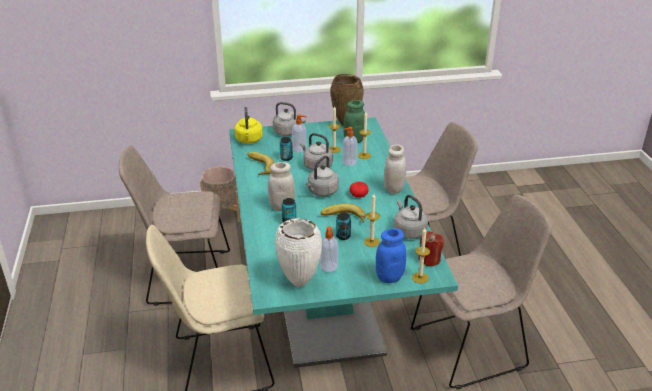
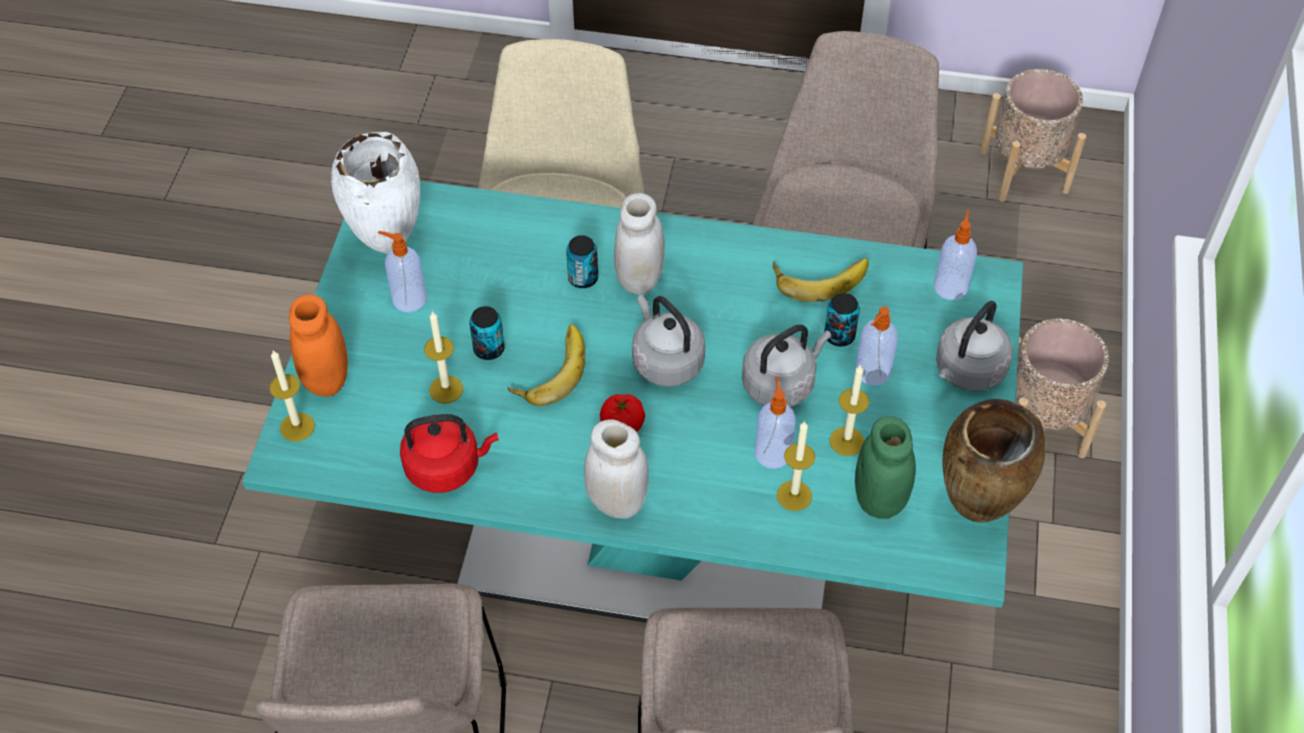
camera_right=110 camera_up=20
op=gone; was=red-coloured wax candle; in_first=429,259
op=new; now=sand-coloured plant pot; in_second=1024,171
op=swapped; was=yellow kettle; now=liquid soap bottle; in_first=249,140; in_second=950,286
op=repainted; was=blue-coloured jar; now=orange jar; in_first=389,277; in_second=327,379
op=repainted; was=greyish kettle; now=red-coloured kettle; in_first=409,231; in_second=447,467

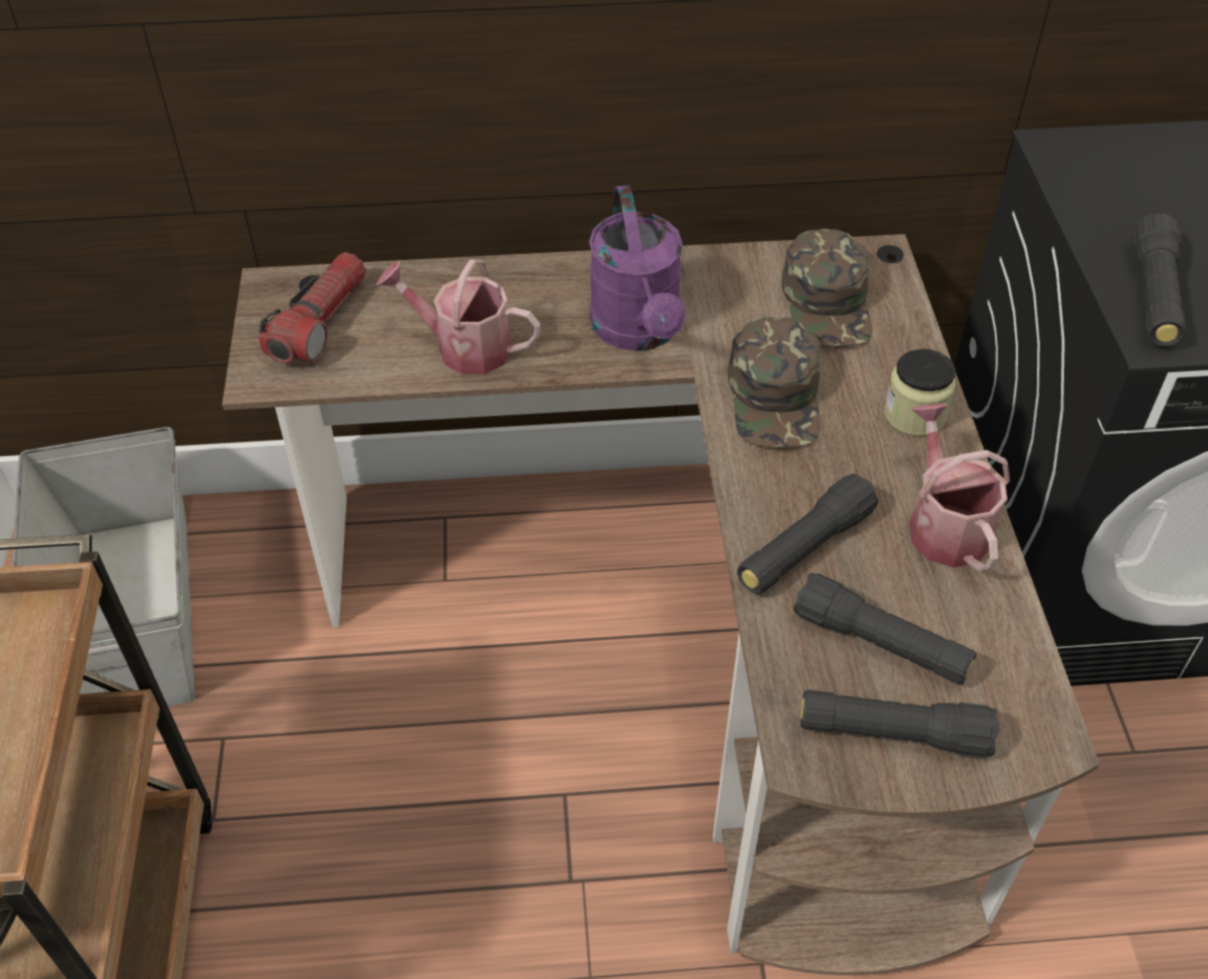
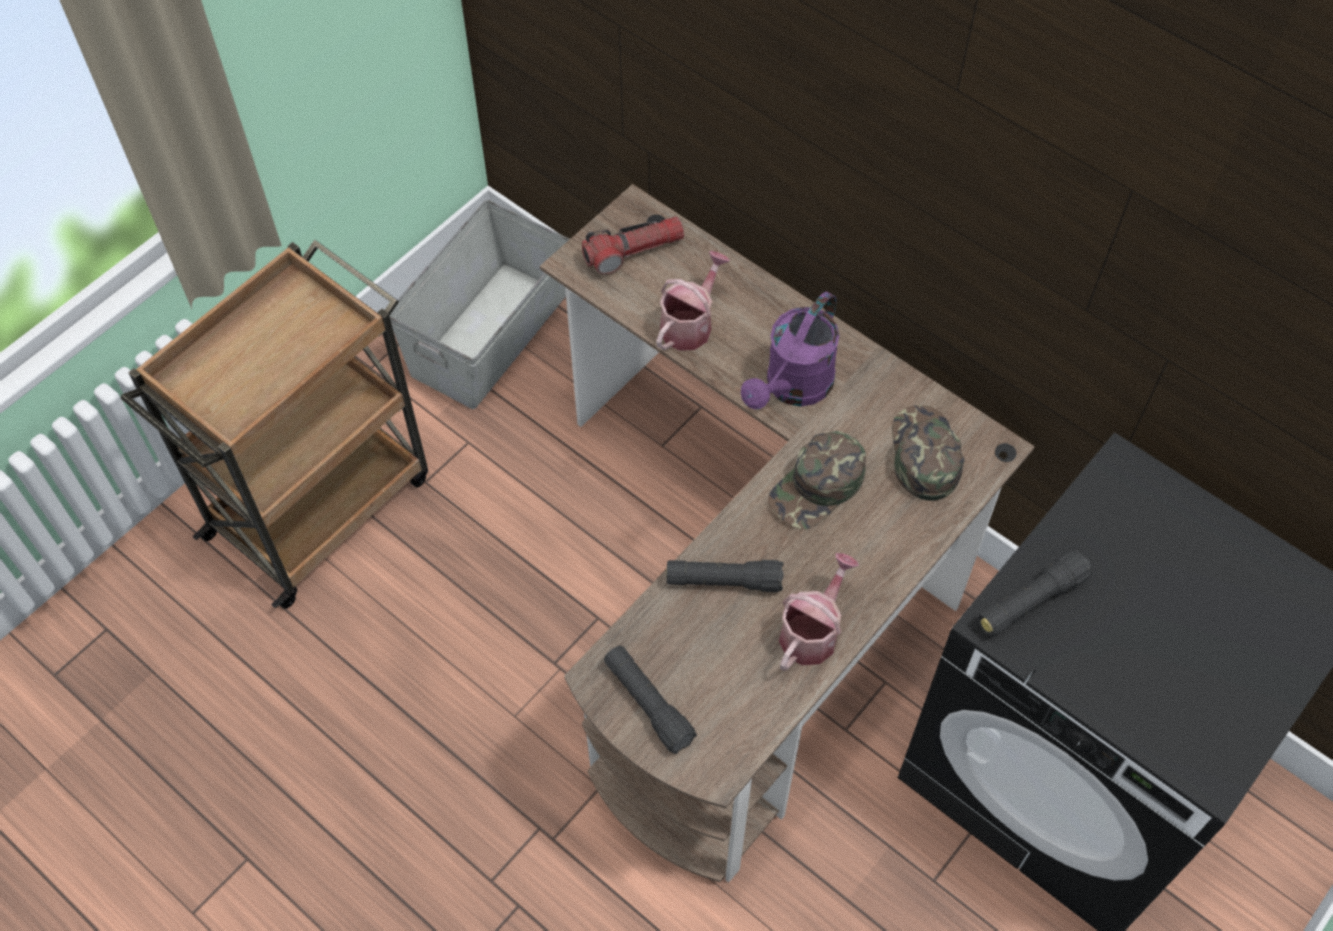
camera_right=45 camera_up=10
op=gone; was=black-coloured torch; in_first=880,644
op=gone; was=jar; in_first=914,415
op=rotated; was=watering can; in_first=464,347; in_second=690,324; clockwise=60
op=rotated; was=green baseball cap; in_first=828,303; in_second=923,454; clockwise=135

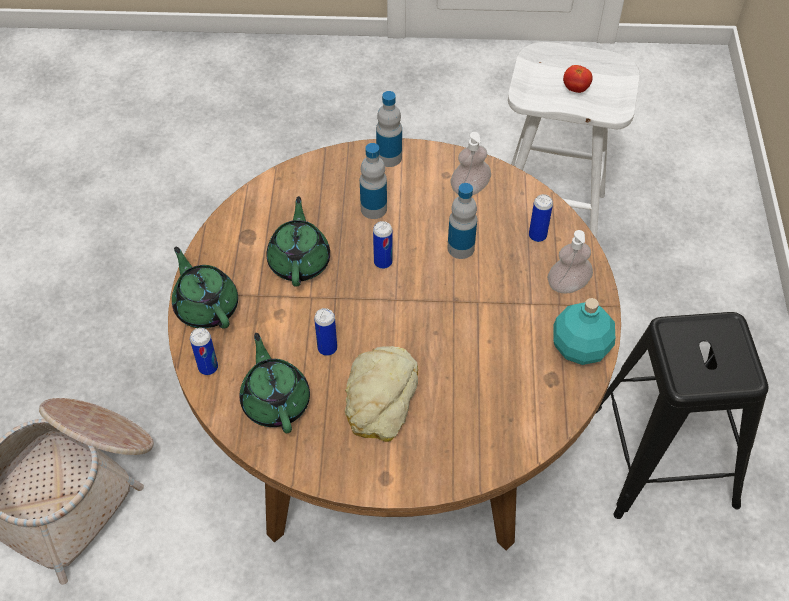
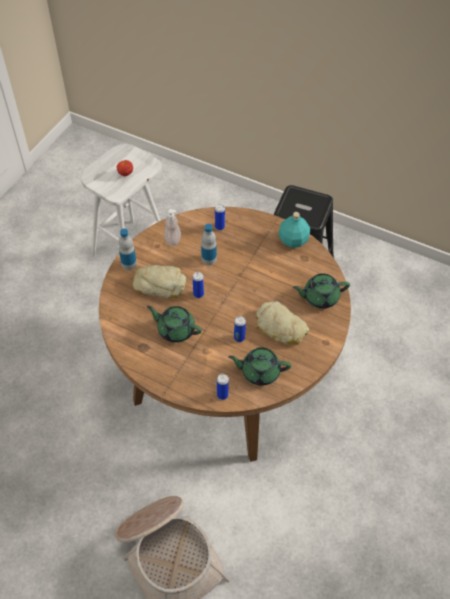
camera_right=-65 camera_up=0
op=gone; was=liquid soap bottle; in_first=567,285
op=shifted; was=green tea pot; in_first=206,306; in_second=320,297
op=swapped; was=beverage bottle; now=baked bread; in_first=373,209; in_second=160,284

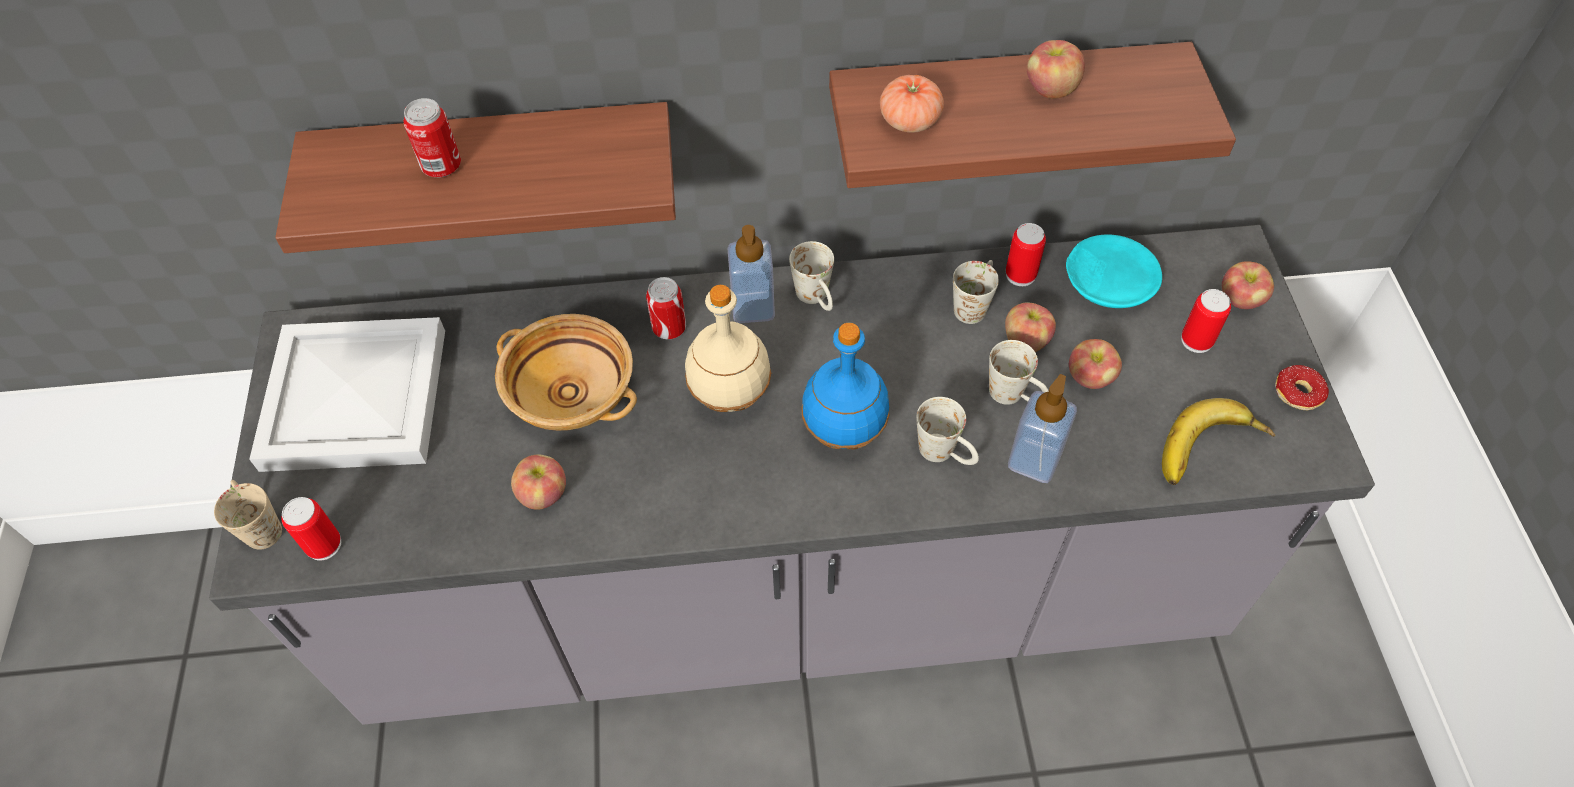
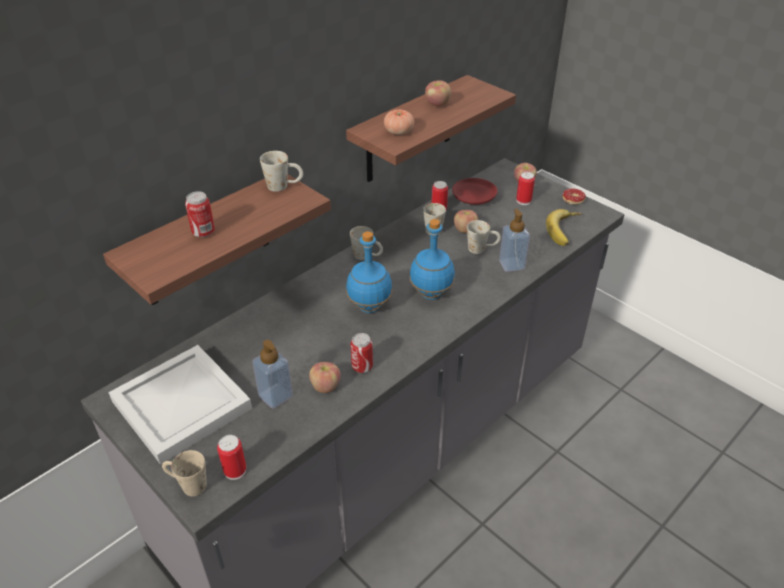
camera_right=-40 camera_up=-15
op=gone; was=sand-coloured bowl; in_first=572,392
op=gone; was=whole apple; in_first=1090,378
op=shifted; was=sealed can; in_first=669,328; in_second=362,367
op=shifted; was=liquid soap bottle; in_first=753,307; in_second=275,396
op=shifted; was=white-coloured tea mug; in_first=946,454; in_second=284,186
op=repainted; was=sand-coloured beverage bottle; now=blue-coloured beverage bottle; in_first=729,395; in_second=369,306
op=repainted; was=turquoise flat dish; now=red-coloured flat dish; in_first=1109,281; in_second=473,197

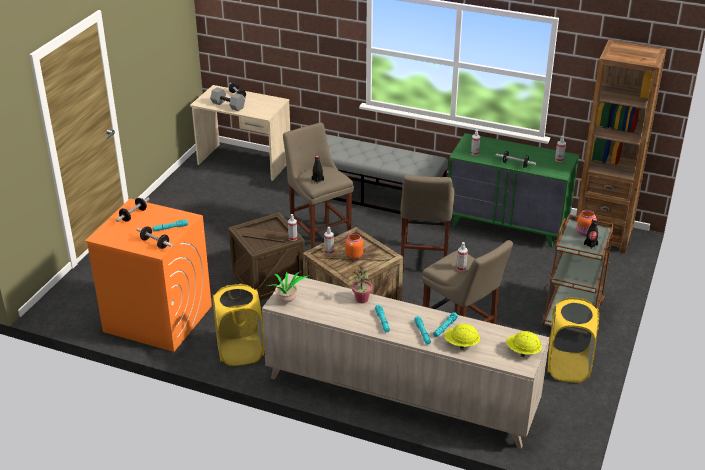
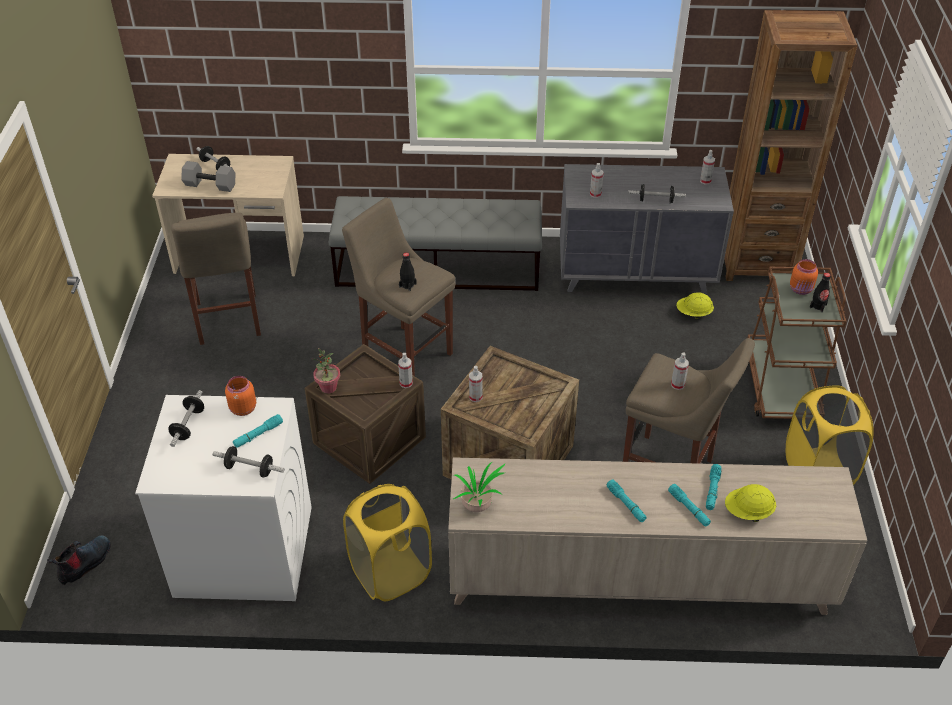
camera_right=-20 camera_up=10
op=new; now=boot; in_second=85,564
op=shifted; was=orange jar; in_first=353,256; in_second=242,409
op=shifted; was=plant in a pot; in_first=362,299; in_second=328,388
op=shifted; was=sand-coloured sitting stool; in_first=423,262; in_second=228,322
op=shifted; was=yellow work helmet; in_first=523,351; in_second=693,313
op=repainted; was=orange laundry machine; now=white-coloured laundry machine; in_first=157,319; in_second=243,551
op=repainted; was=green dresser; now=greyish dresser; in_first=507,225; in_second=636,274

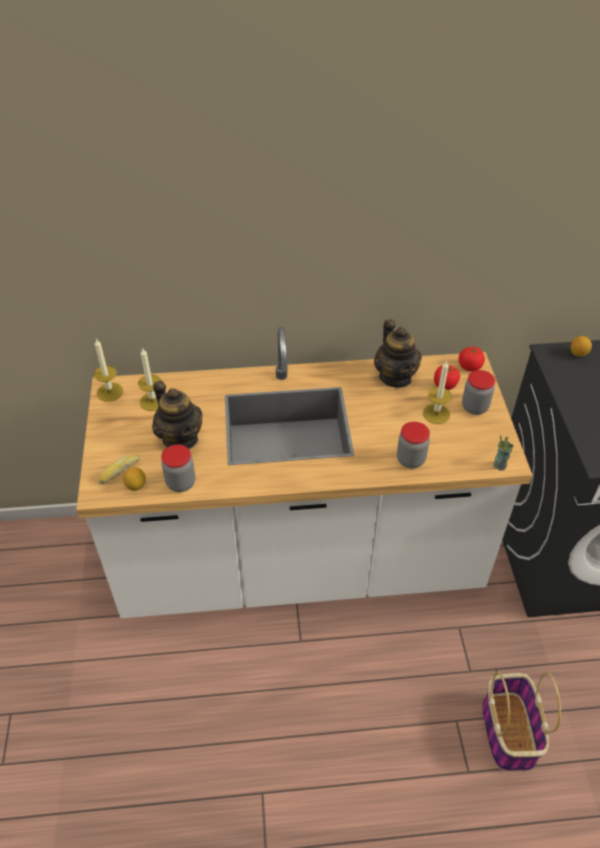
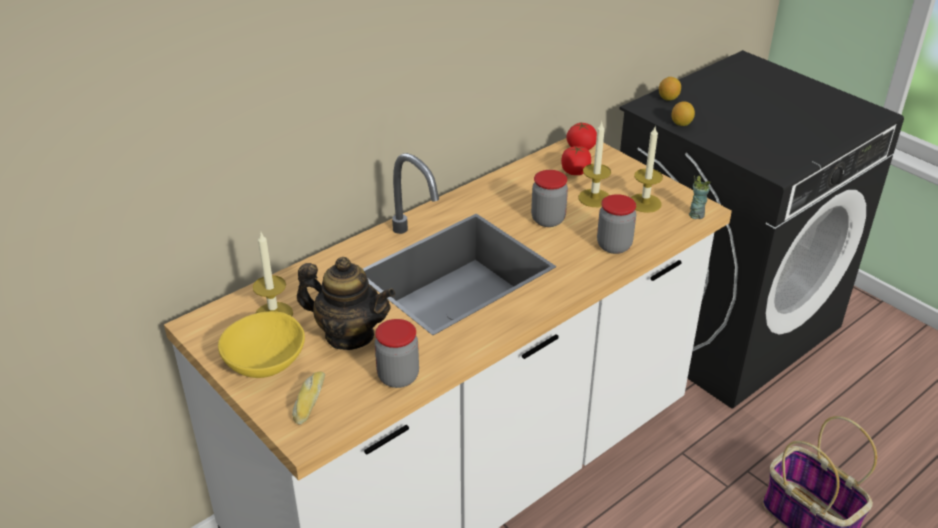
camera_right=-35 camera_up=-10
op=gone; was=tea pot; in_first=395,377
op=new; now=yellow bowl; in_second=264,362
op=shifted; was=wax candle; in_first=110,392; in_second=645,203
op=shifted; was=whole lemon; in_first=136,486; in_second=681,124
op=shifted; was=jar; in_first=474,407; in_second=548,219

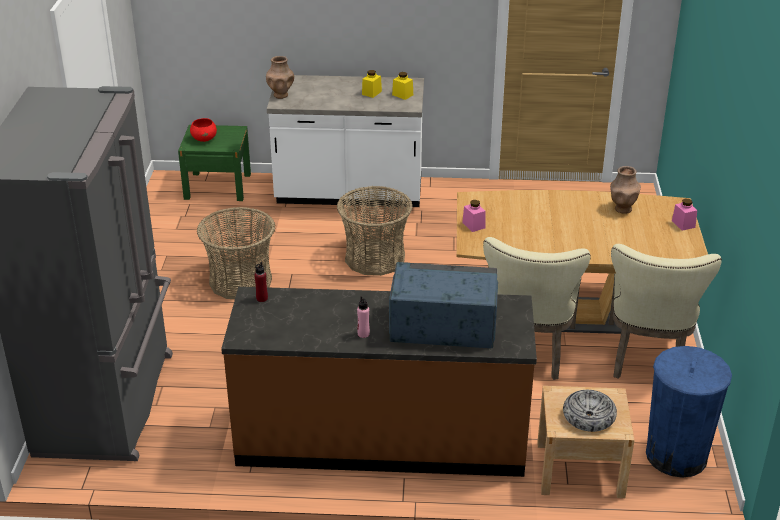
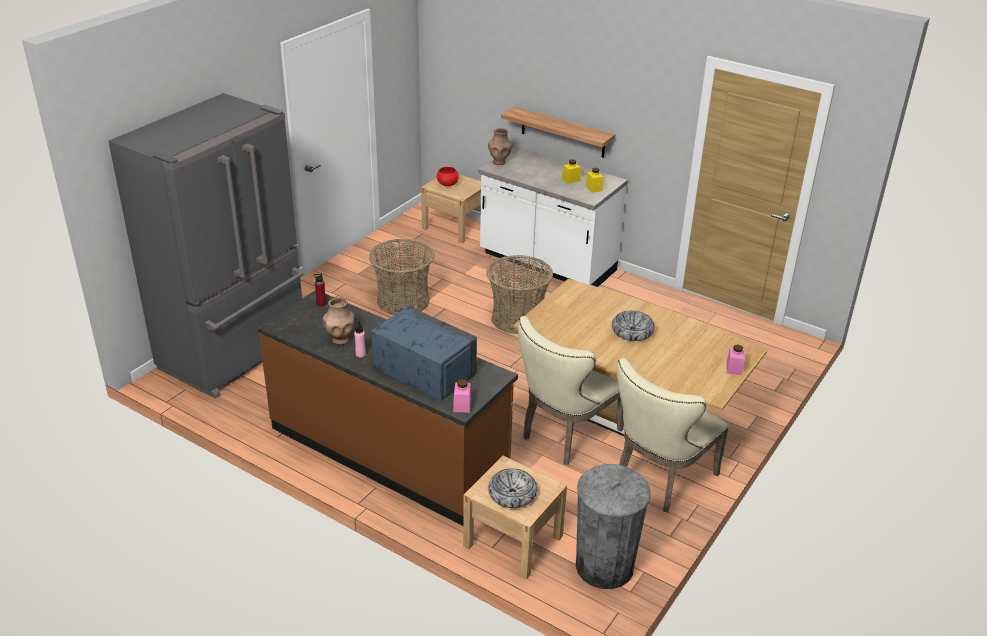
camera_right=30 camera_up=0
op=new; now=wall shelf; in_second=563,132
op=new; now=bowl; in_second=632,331
op=shifted; was=pink jar; in_first=473,225; in_second=462,405
op=shifted; was=brownish vase; in_first=622,209; in_second=340,339
op=repainted; was=green nightstand; now=sand-coloured nightstand; in_first=217,186; in_second=455,227
op=repainted; was=blue-coloured rubbish bin; now=greyish rubbish bin; in_first=676,455; in_second=604,566

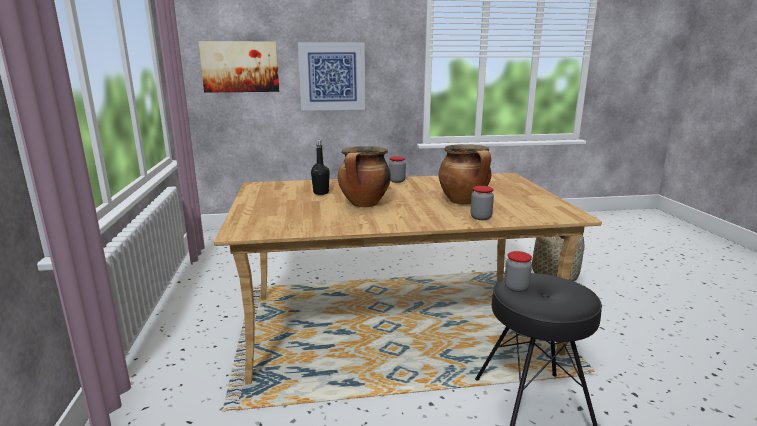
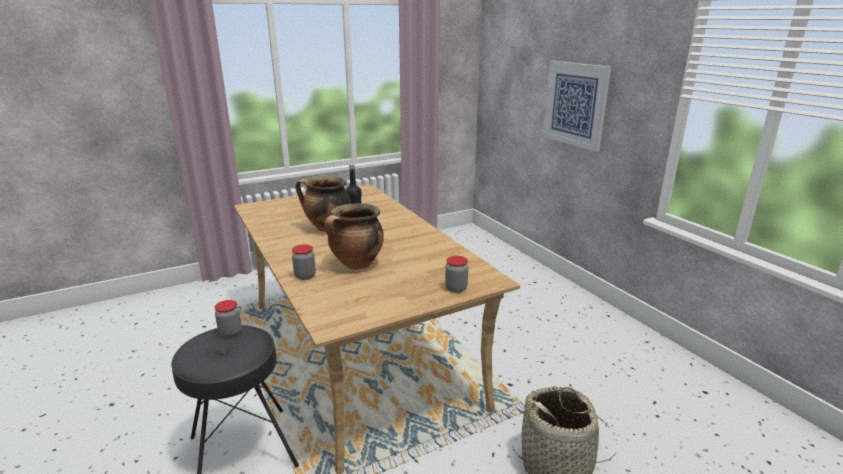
camera_right=70 camera_up=5
op=gone; was=picture; in_first=240,67
op=shifted; was=jar; in_first=397,181; in_second=456,288

